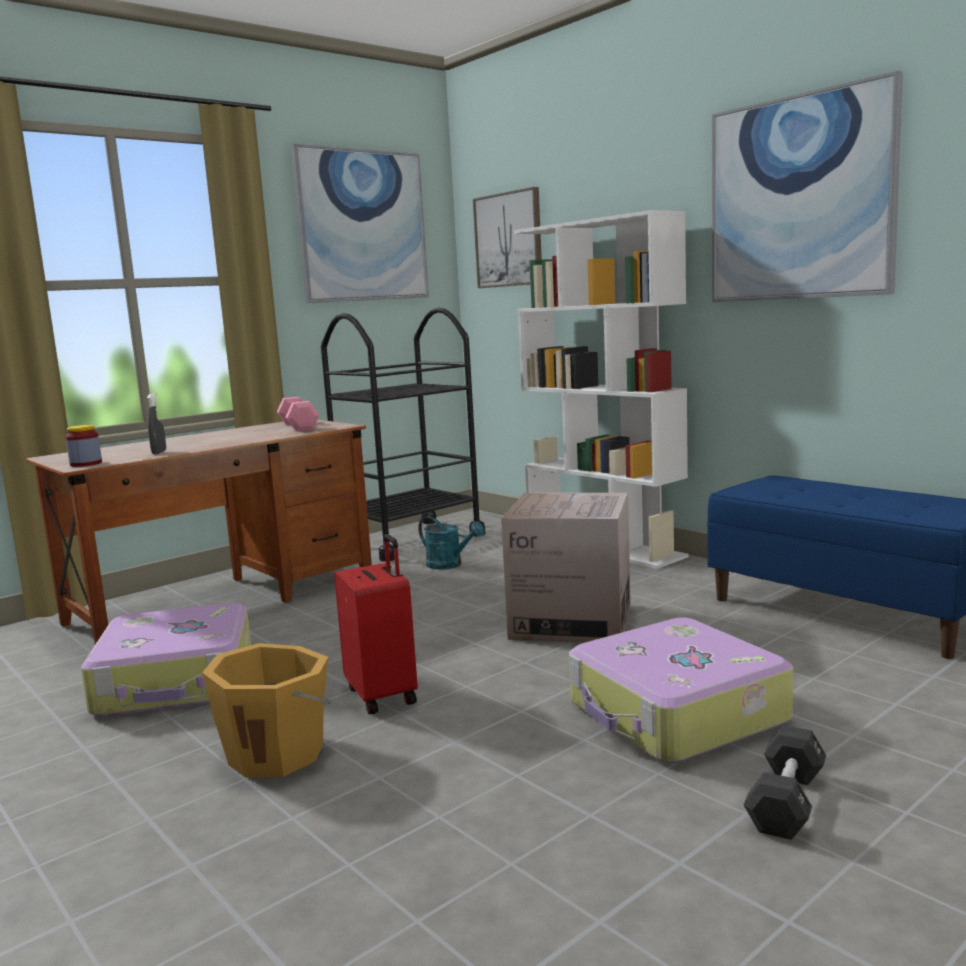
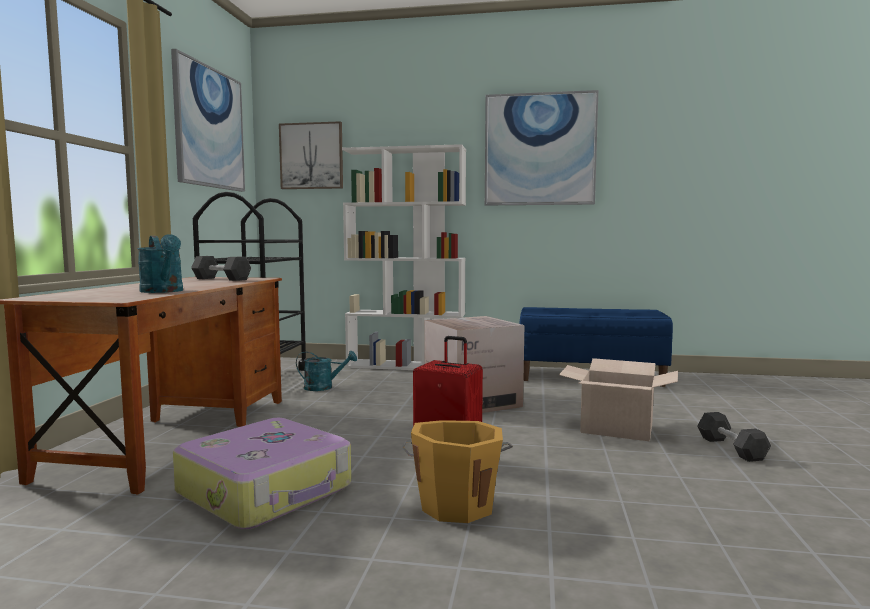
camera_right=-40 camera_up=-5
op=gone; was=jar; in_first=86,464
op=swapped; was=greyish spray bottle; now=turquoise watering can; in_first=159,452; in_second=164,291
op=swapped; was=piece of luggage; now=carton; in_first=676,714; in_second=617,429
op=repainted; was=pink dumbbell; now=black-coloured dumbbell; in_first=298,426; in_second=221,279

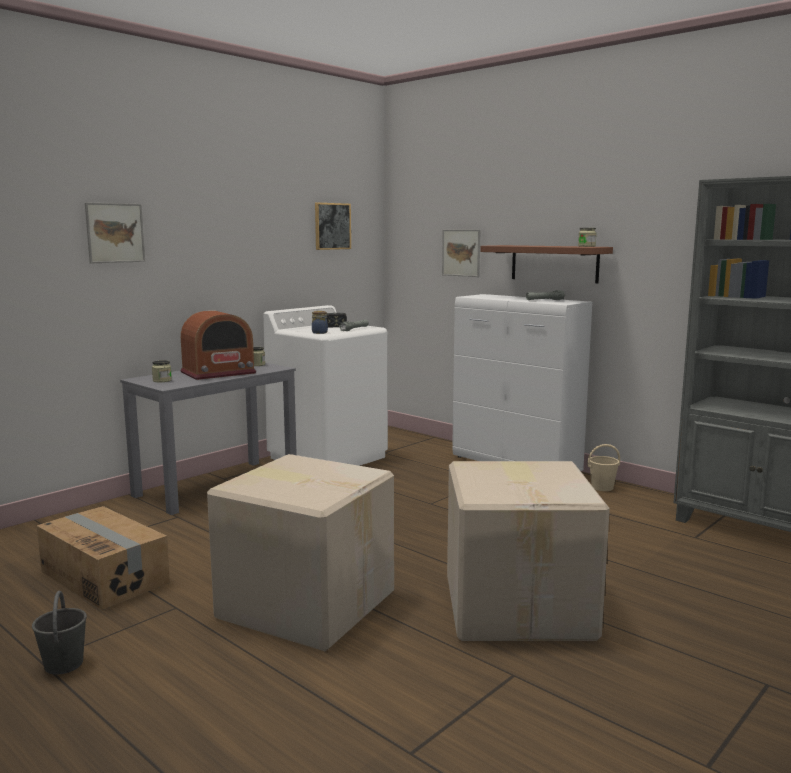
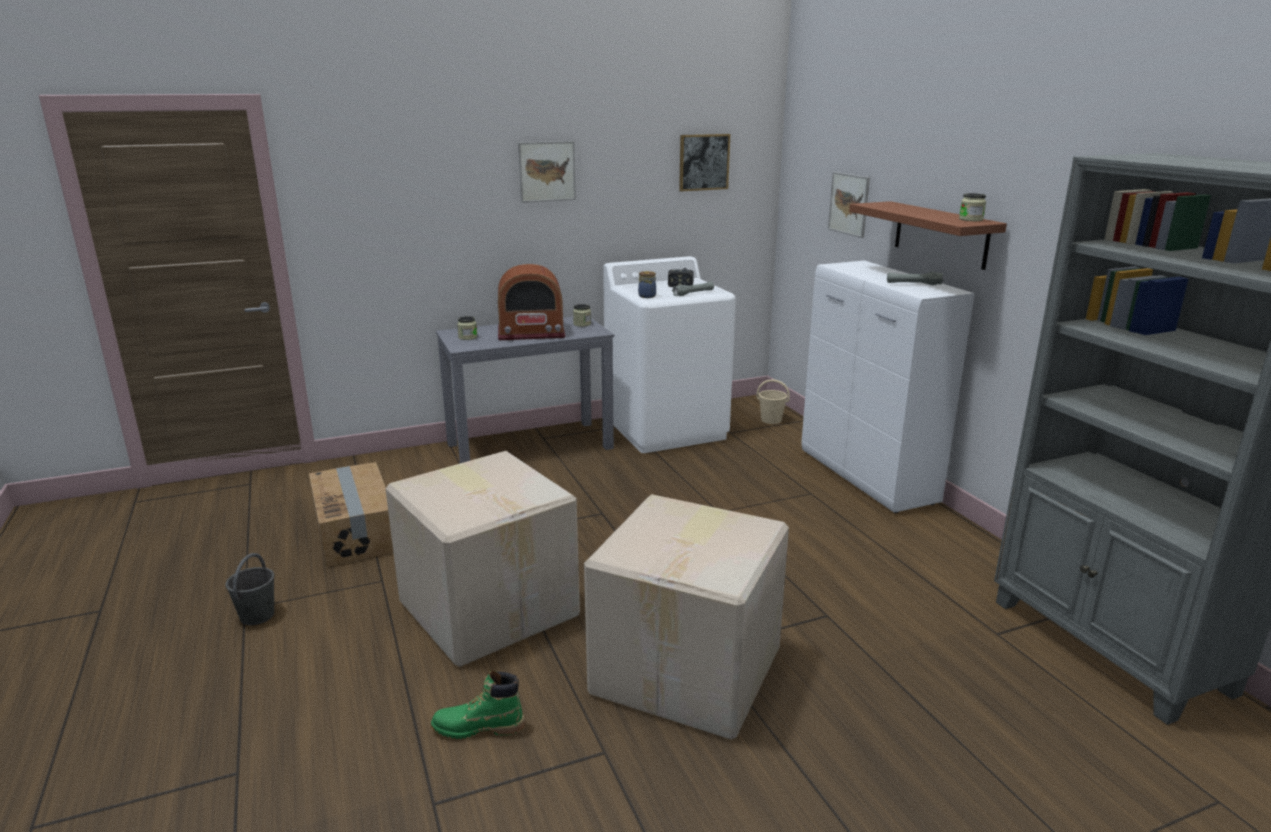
camera_right=25 camera_up=10
op=new; now=green boot; in_second=478,728
op=shifted; was=picture; in_first=115,233; in_second=547,171
op=shifted; was=sand-coloured bucket; in_first=602,487; in_second=770,420

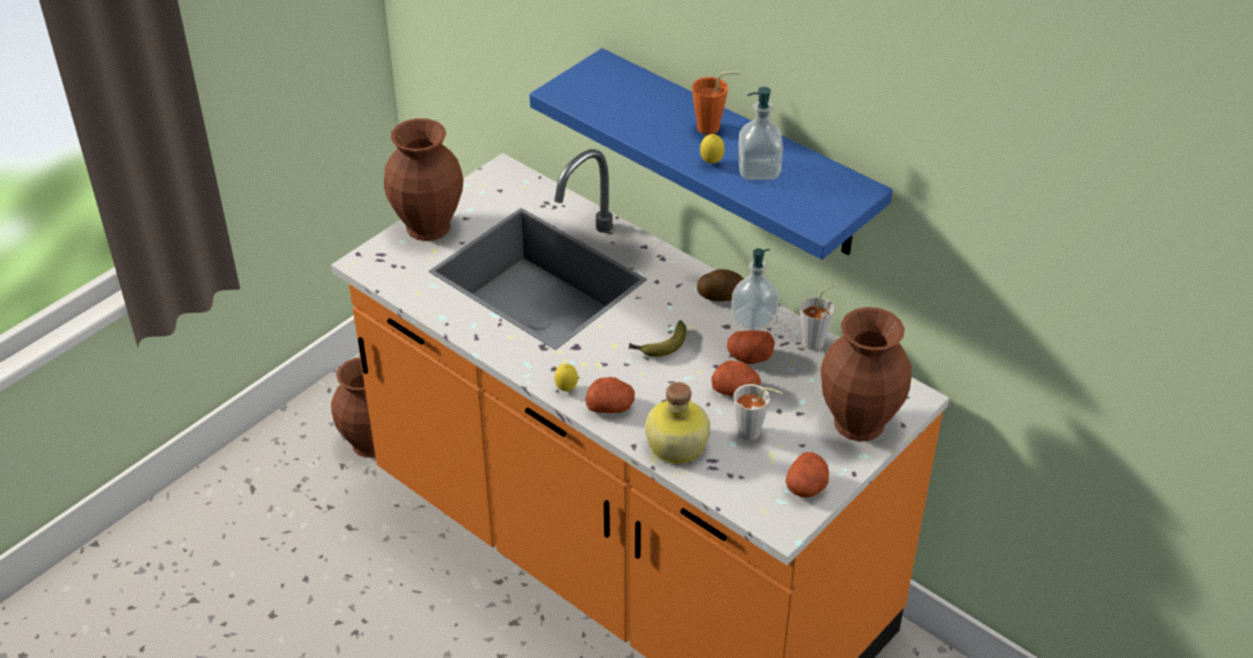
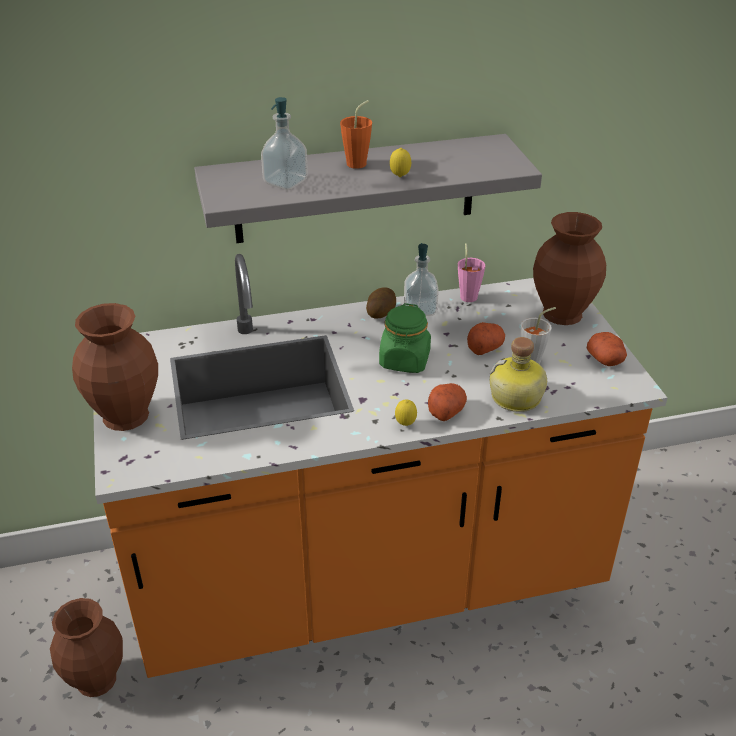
camera_right=-55 camera_up=-5
op=gone; was=spud; in_first=749,357
op=shifted; was=liquid soap bottle; in_first=758,170; in_second=285,182
op=swapped; was=banana; now=green jar; in_first=659,346; in_second=404,360
op=repainted; was=blue-coloured wall shelf; now=greyish wall shelf; in_first=737,155; in_second=355,189
op=repainted; was=greyish cup; now=pink cup; in_first=817,340; in_second=468,295

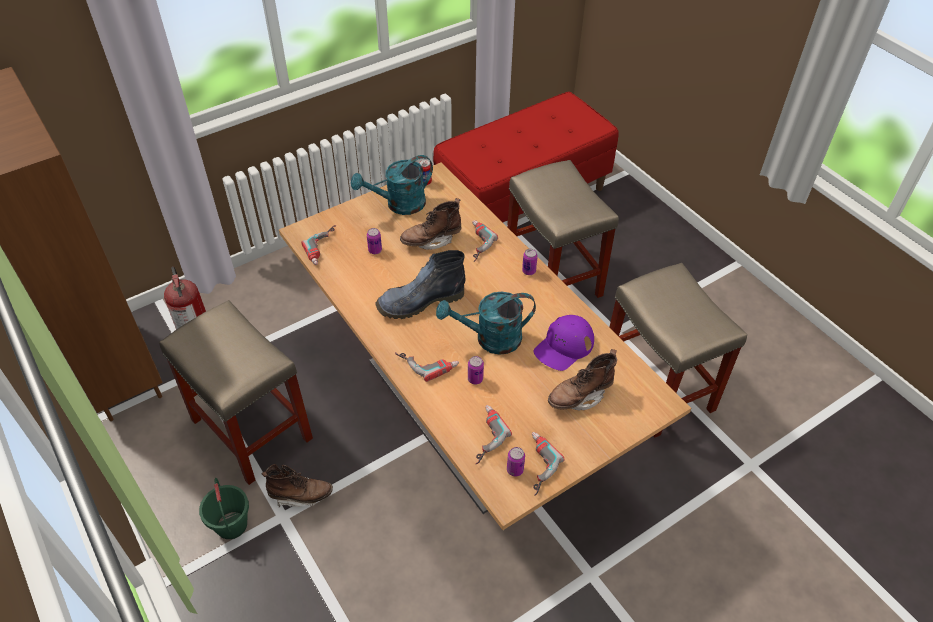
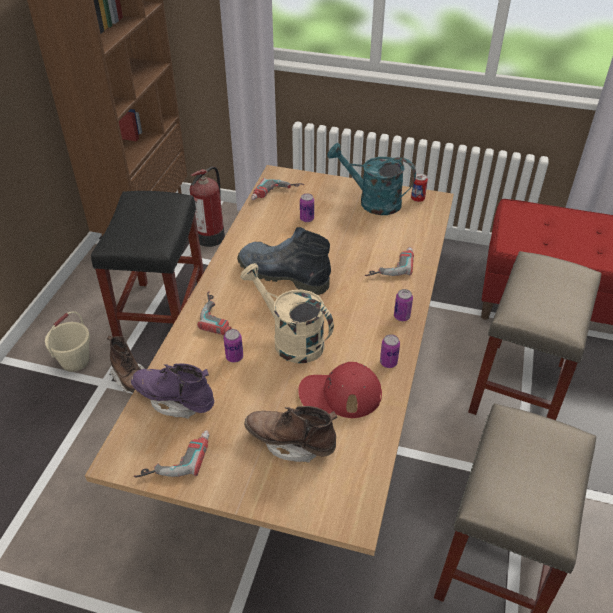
camera_right=50 camera_up=-5
op=gone; was=brownish boot; in_first=431,240
op=shifted; was=sealed can; in_first=515,470; in_second=388,362
op=swapped; was=drill; now=purple-coloured boot; in_first=483,436; in_second=175,400
op=repainted; was=sand-coloured sitting stool; now=black-coloured sitting stool; in_first=250,428; in_second=162,314
op=repainted; was=green bucket; now=sand-coloured bucket; in_first=231,525; in_second=75,361
op=repainted; was=turquoise watering can; now=sand-coloured watering can; in_first=490,339; in_second=290,339
op=repainted; was=purple-coloured baseball cap; now=red-coloured baseball cap; in_first=564,346; in_second=340,394

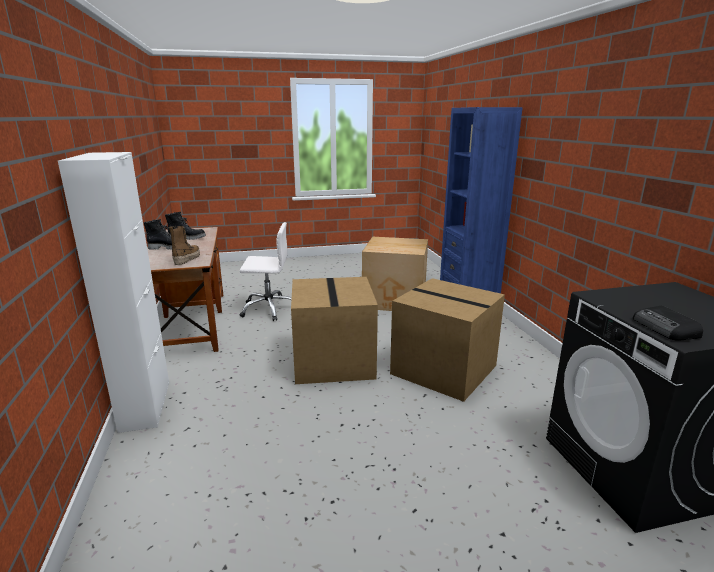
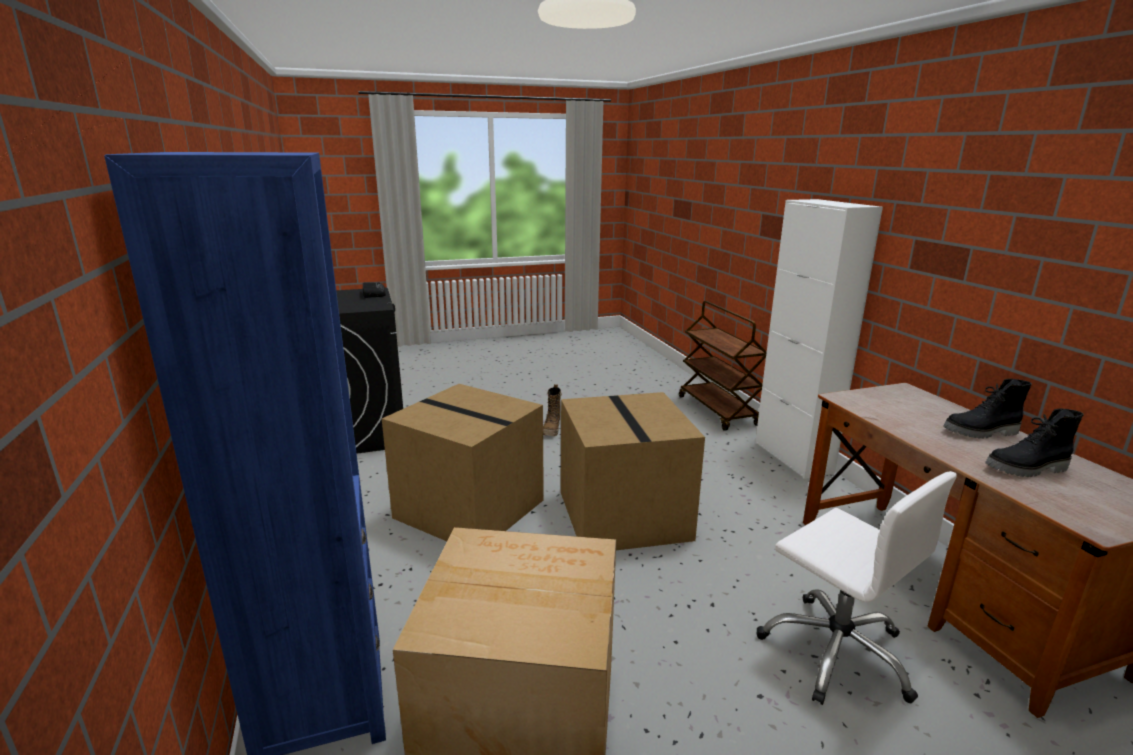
camera_right=175 camera_up=0
op=new; now=brownish cart; in_second=718,411
op=shifted; was=boot; in_first=186,259; in_second=552,430
op=rotated; was=white-coloured computer chair; in_first=269,309; in_second=837,651; clockwise=-120

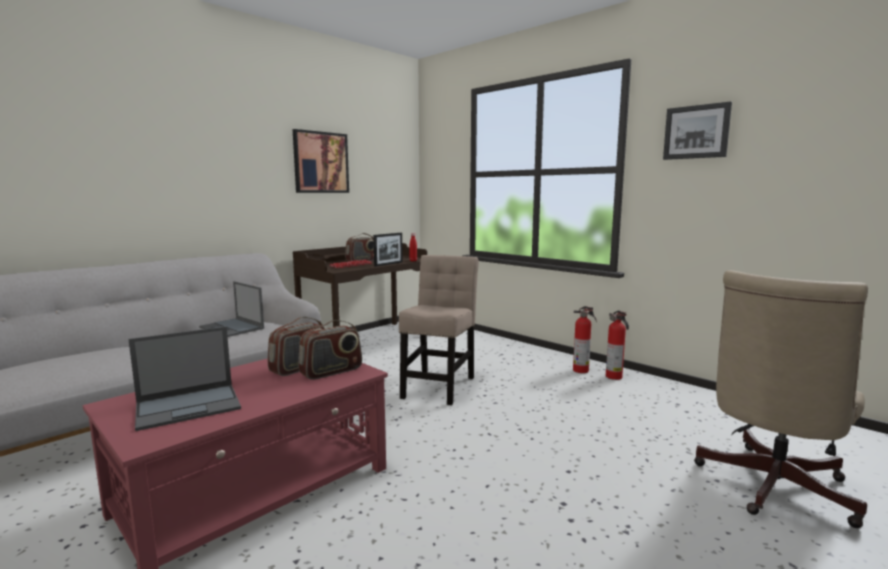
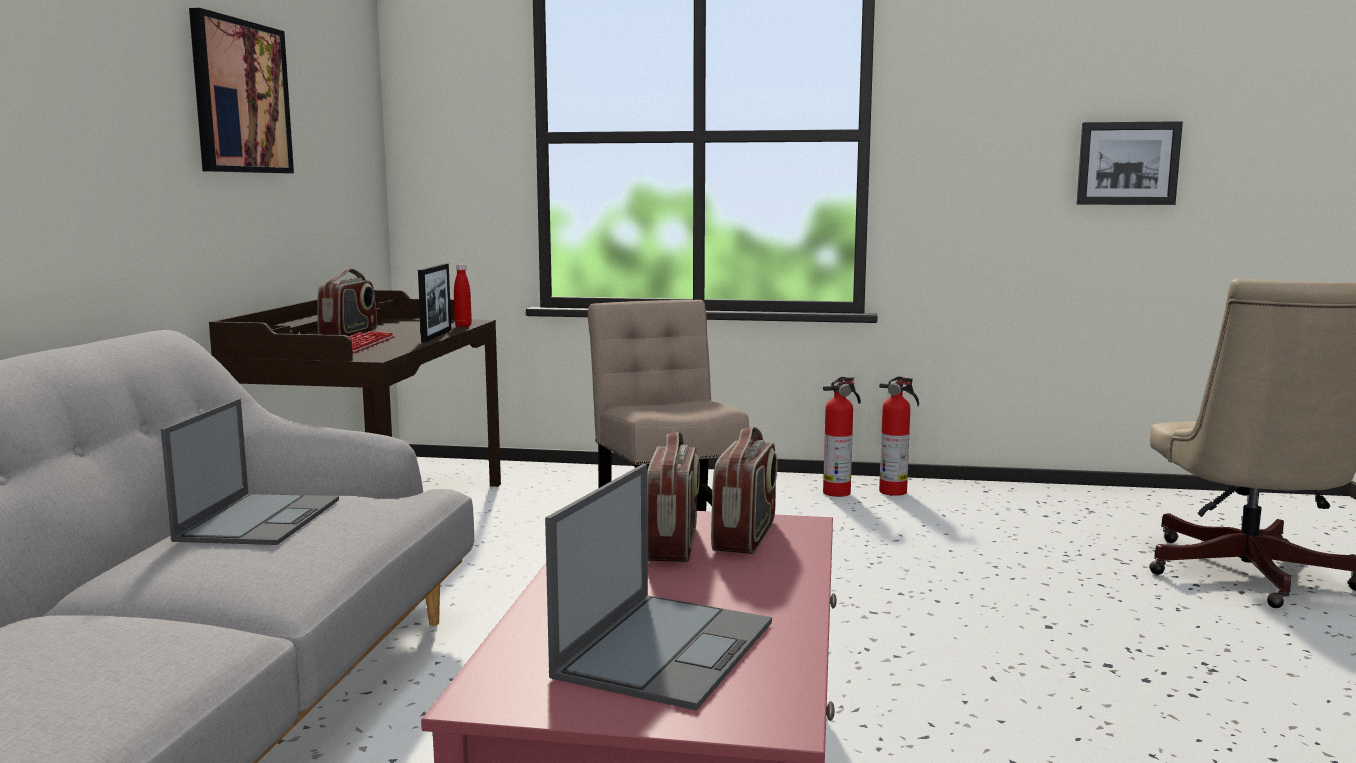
camera_right=-35 camera_up=0
op=shifted; was=picture; in_first=696,132; in_second=1127,163
op=rotated; was=portable computer; in_first=232,328; in_second=260,519; clockwise=-90

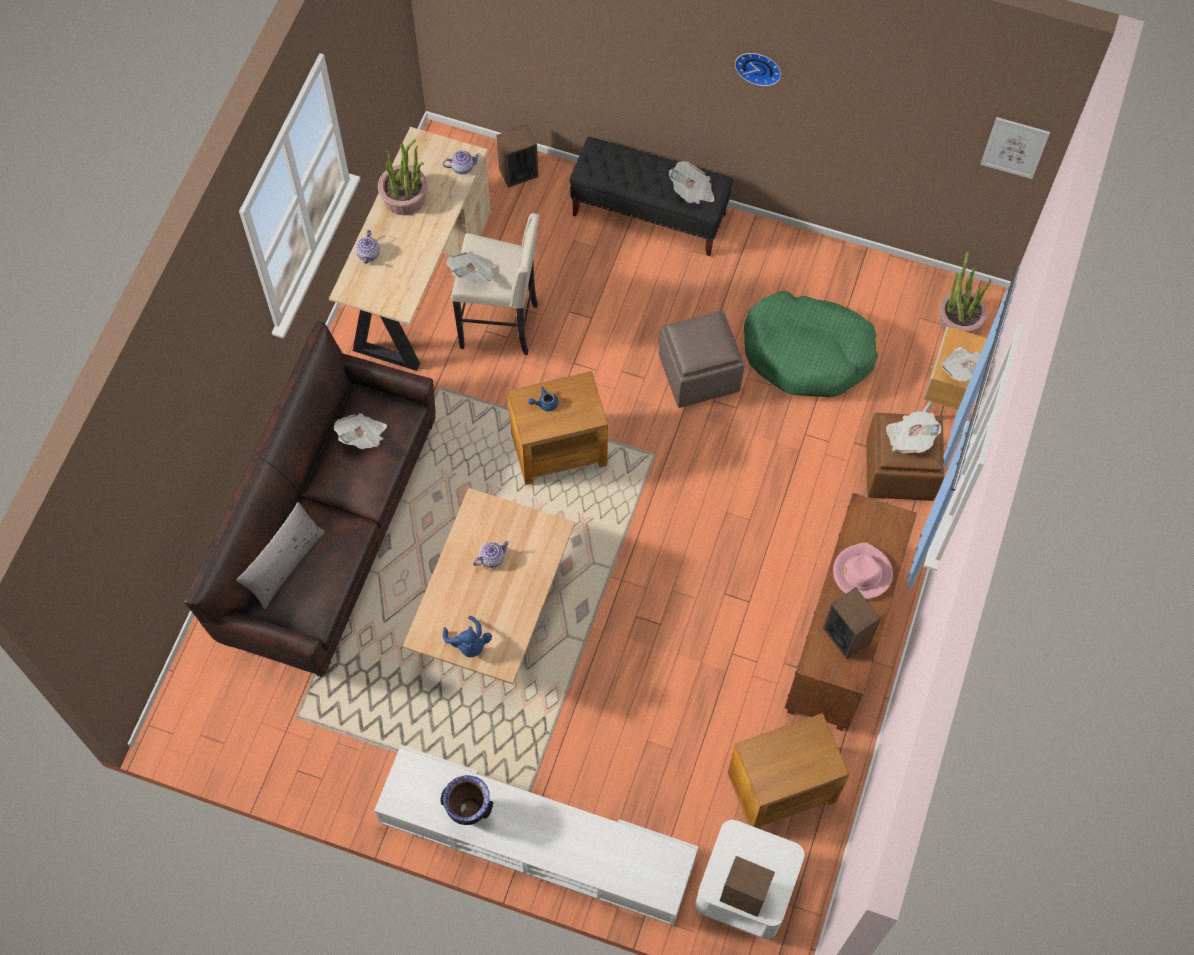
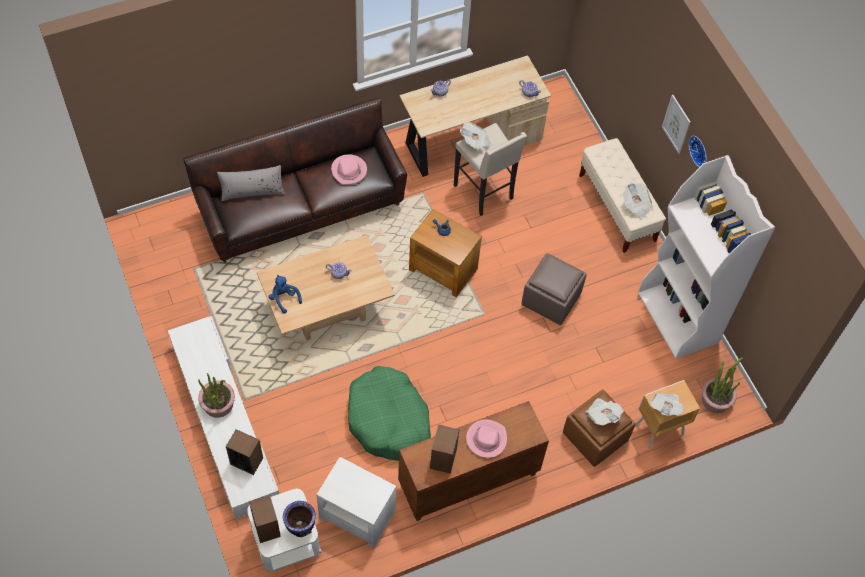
camera_right=45 camera_up=-5
op=new; now=white-coloured bookshelf; in_second=678,318
op=shifted; was=plant in a pot; in_first=405,198; in_second=218,404
op=shifted; was=vase; in_first=468,812; in_second=300,528
op=shifted; was=loudspeaker; in_first=518,172; in_second=246,461
op=shifted; was=green pet bed; in_first=807,353; in_second=388,419
op=shifted; was=picture; in_first=1014,147; in_second=676,124
op=swapped; was=printed paper; now=pink clothing hat; in_first=363,437; in_second=349,171
op=repainted; was=black-coloured long seat; now=sand-coloured long seat; in_first=649,215; in_second=617,208
op=repainted; was=brownish end table; now=white-coloured end table; in_first=780,787; in_second=357,514
op=rotated; was=blue-coloured cuddly toy; in_first=468,644; in_second=284,298; clockwise=120

